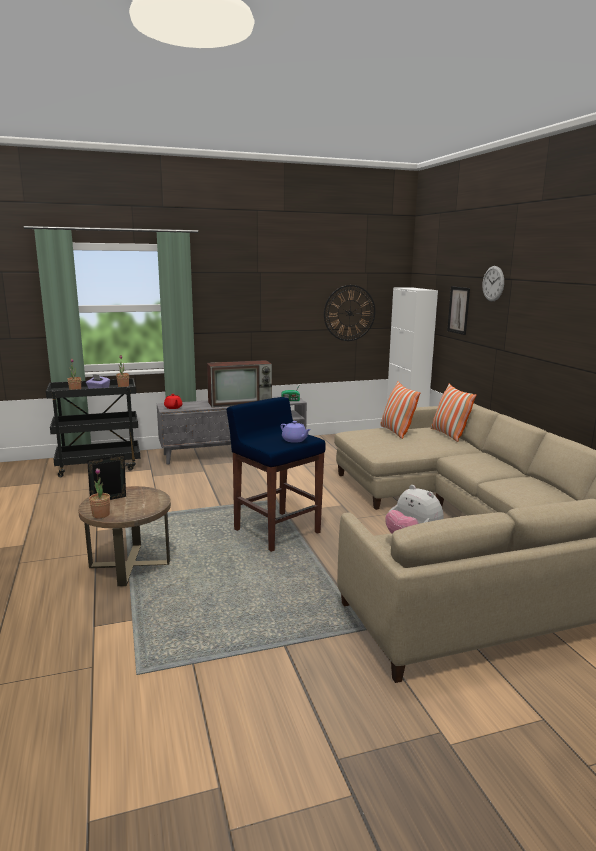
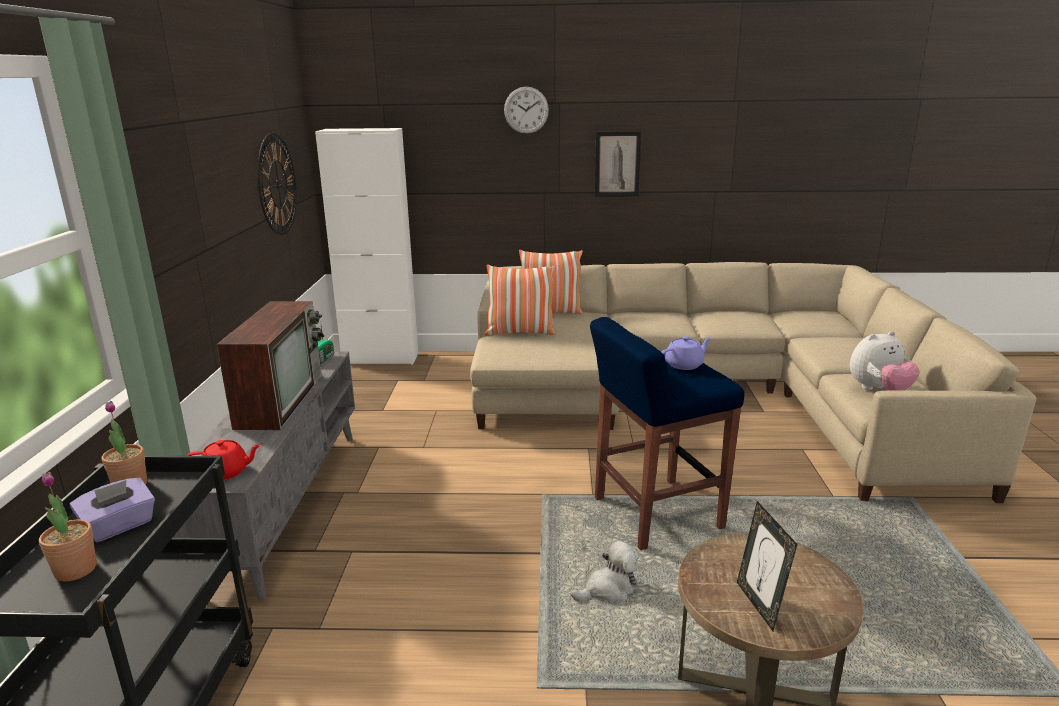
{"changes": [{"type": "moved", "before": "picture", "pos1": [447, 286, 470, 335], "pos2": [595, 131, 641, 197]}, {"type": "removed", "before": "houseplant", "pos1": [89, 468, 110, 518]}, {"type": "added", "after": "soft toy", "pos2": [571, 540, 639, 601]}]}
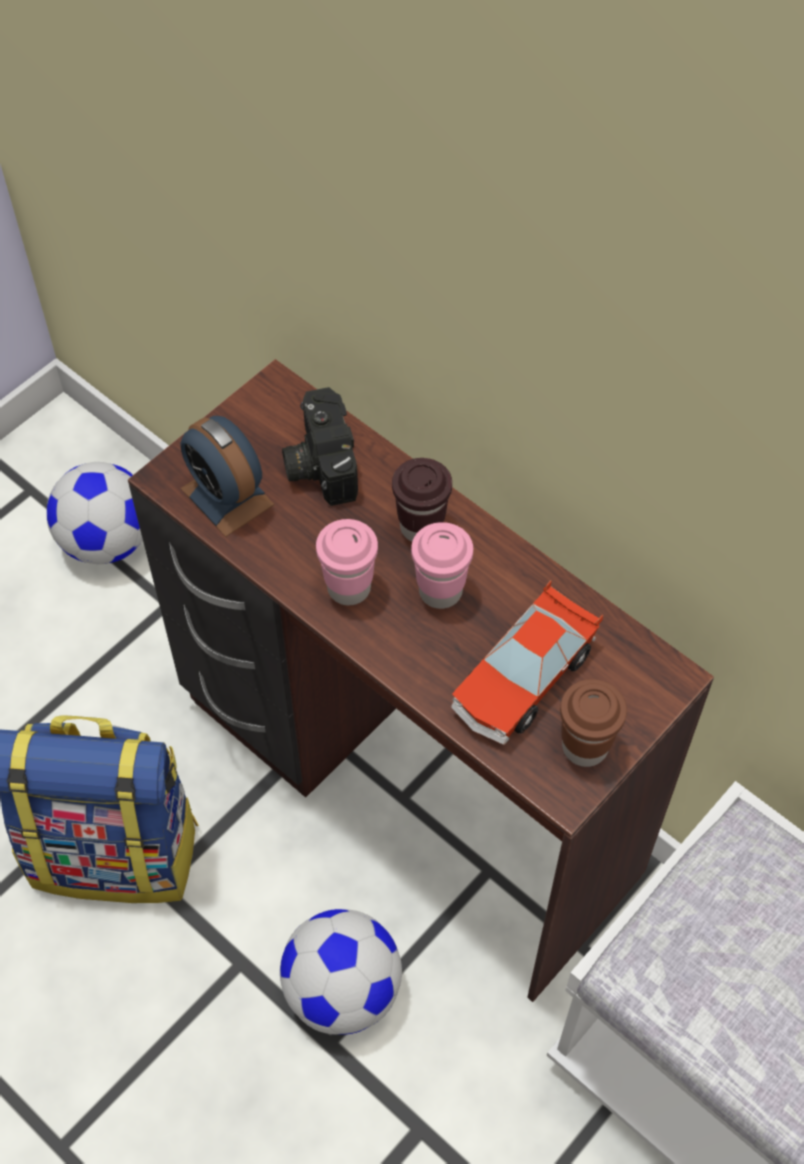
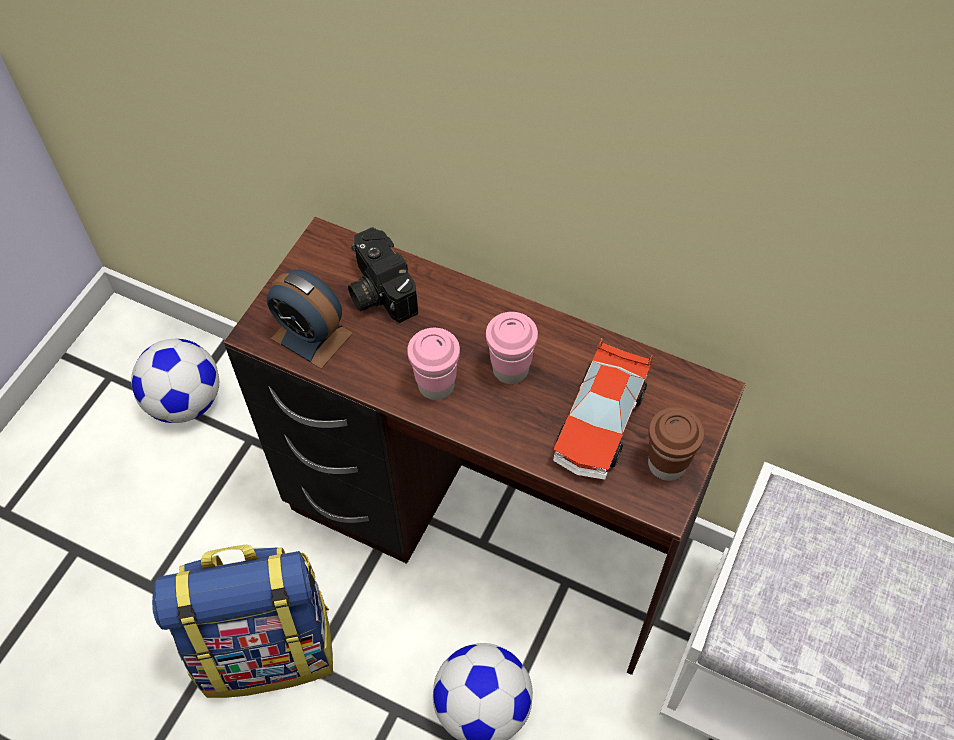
{"changes": [{"type": "removed", "before": "cup in brownish", "pos1": [392, 458, 452, 542]}]}
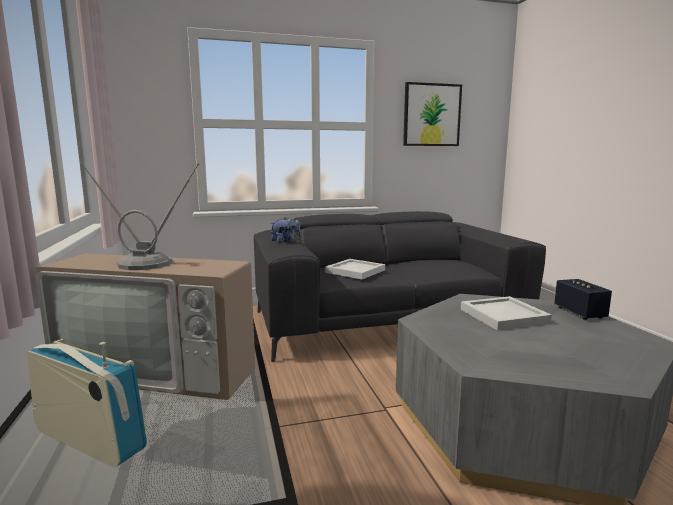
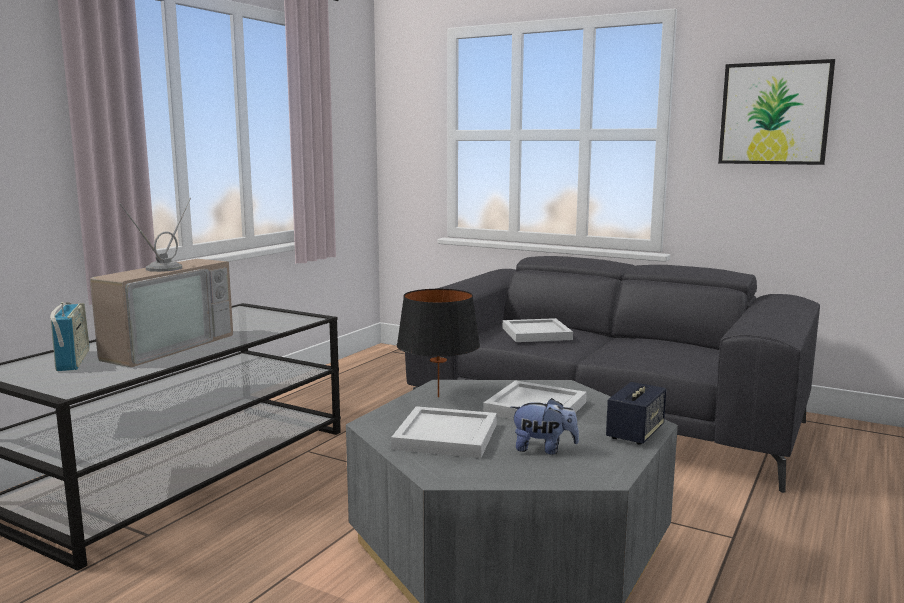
{"changes": [{"type": "turned", "before": "TV", "pos1": [36, 162, 255, 400], "pos2": [90, 198, 233, 367], "turn": -120}, {"type": "moved", "before": "soft toy", "pos1": [270, 217, 301, 243], "pos2": [510, 398, 579, 455]}, {"type": "added", "after": "lamp for a table in blackish", "pos2": [397, 289, 480, 398]}, {"type": "added", "after": "carrying tray in white-coloured", "pos2": [391, 406, 497, 458]}]}
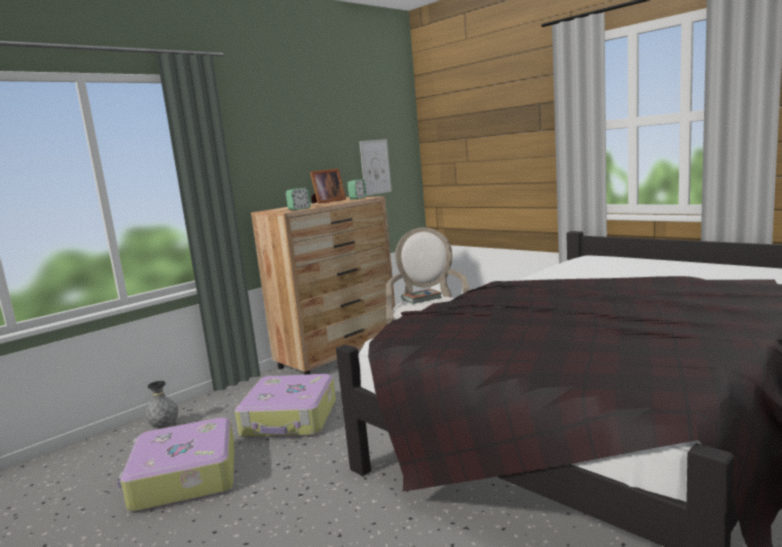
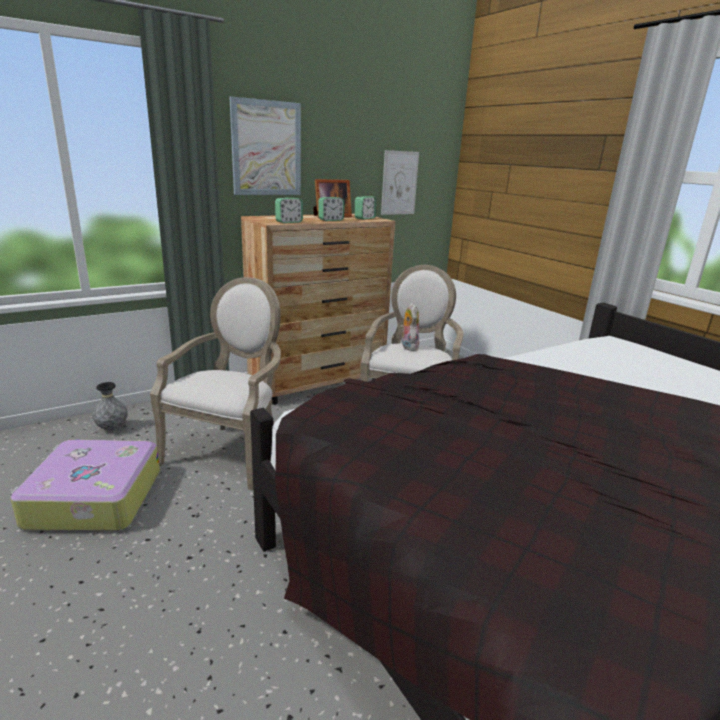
{"changes": [{"type": "replaced", "before": "book", "after": "soft toy", "pos1": [401, 289, 442, 304], "pos2": [400, 303, 419, 351]}, {"type": "replaced", "before": "piece of luggage", "after": "easy chair", "pos1": [235, 374, 336, 438], "pos2": [150, 277, 281, 490]}, {"type": "added", "after": "picture", "pos2": [229, 96, 301, 195]}, {"type": "added", "after": "table clock", "pos2": [319, 197, 345, 221]}]}
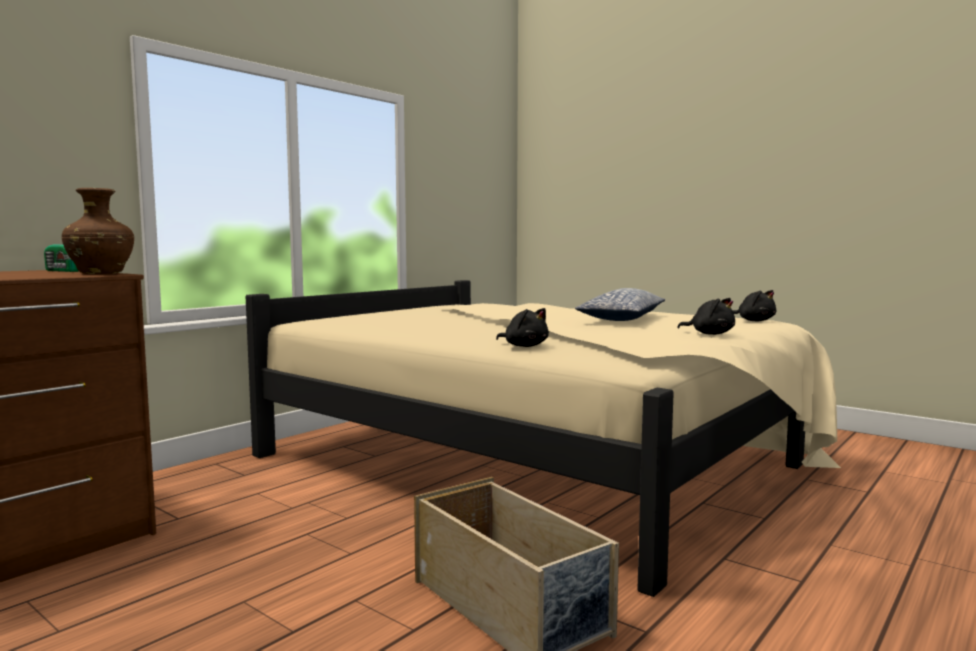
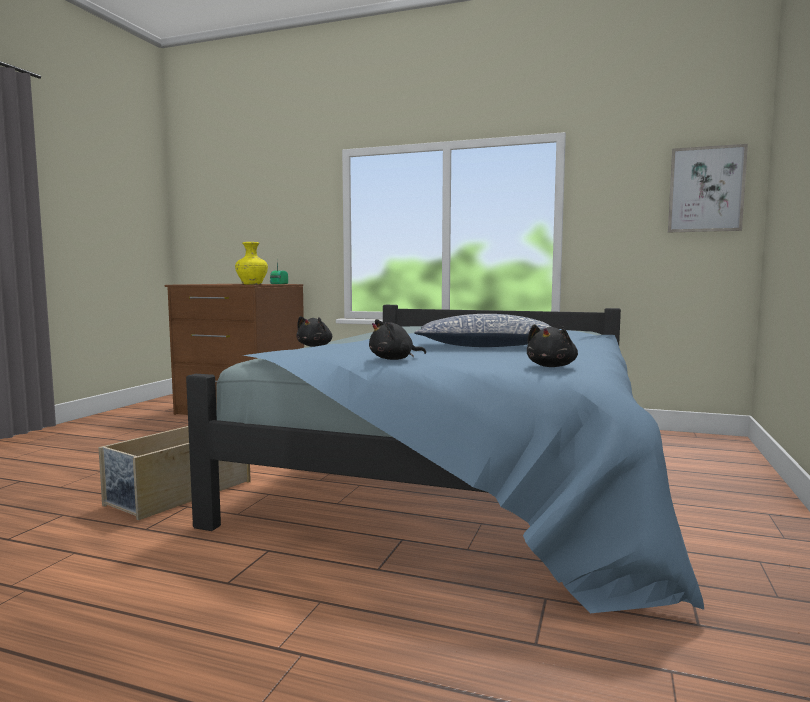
{"changes": [{"type": "recoloured", "before": "decorative vase in brownish", "after": "decorative vase in yellow-coloured", "pos1": [62, 188, 134, 274], "pos2": [235, 242, 268, 285]}, {"type": "recoloured", "before": "sleeping bed in sand-coloured", "after": "sleeping bed in blue-coloured", "pos1": [245, 280, 841, 597], "pos2": [186, 305, 704, 613]}, {"type": "turned", "before": "soft toy in blackish", "pos1": [677, 298, 735, 335], "pos2": [369, 319, 426, 360], "turn": 45}, {"type": "added", "after": "picture", "pos2": [668, 144, 748, 232]}]}
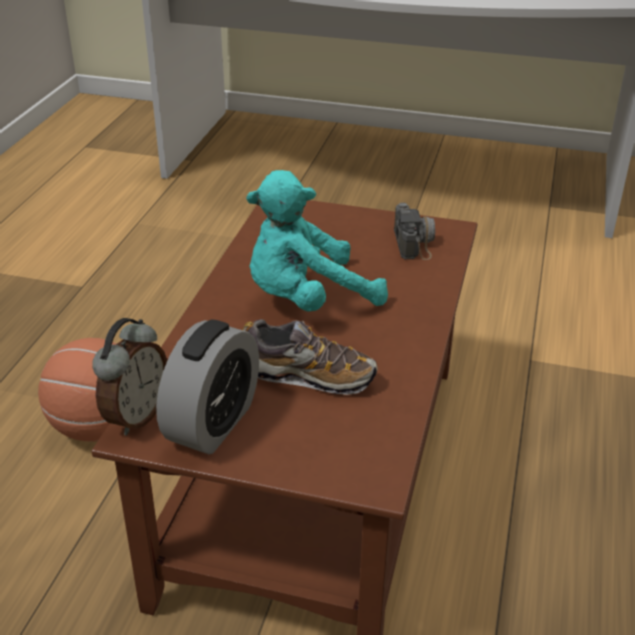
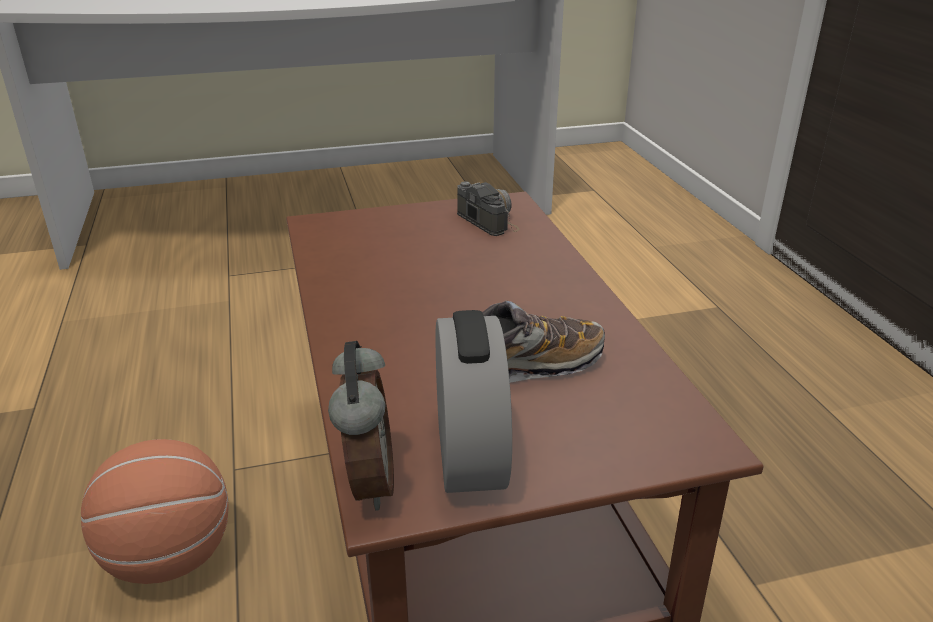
{"changes": [{"type": "removed", "before": "soft toy in turquoise-coloured", "pos1": [246, 170, 388, 312]}]}
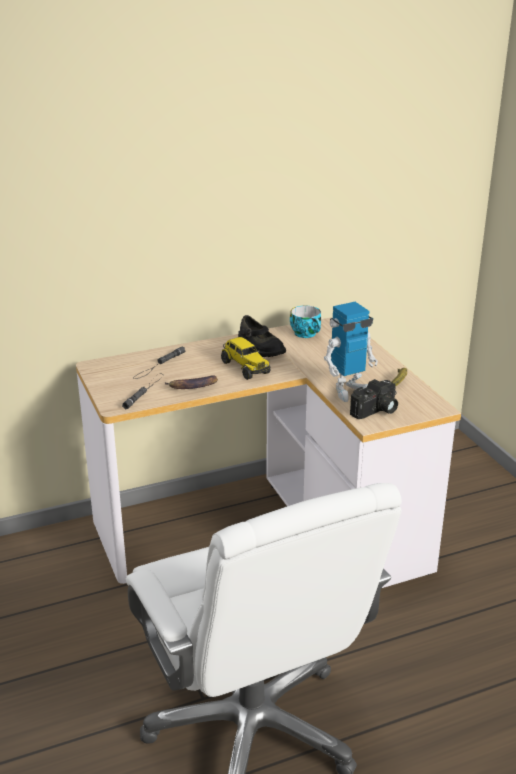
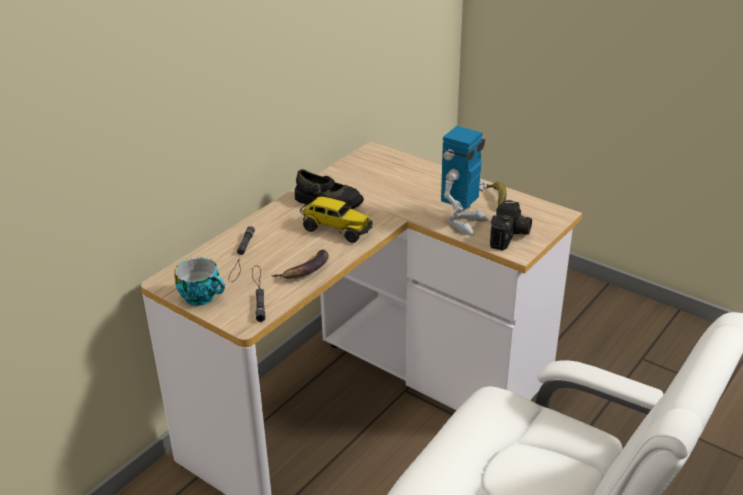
{"changes": [{"type": "moved", "before": "cup", "pos1": [290, 306, 321, 338], "pos2": [174, 258, 225, 306]}]}
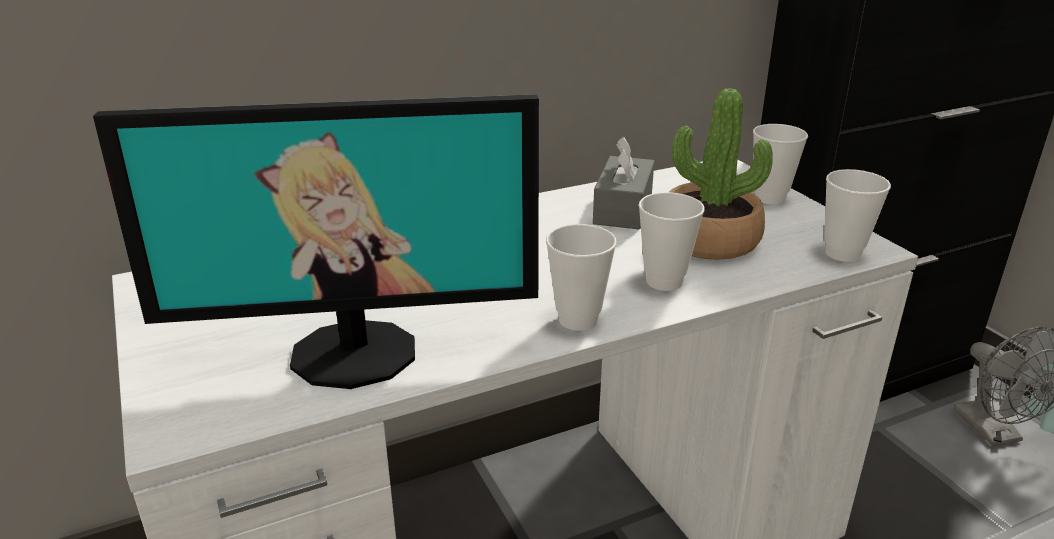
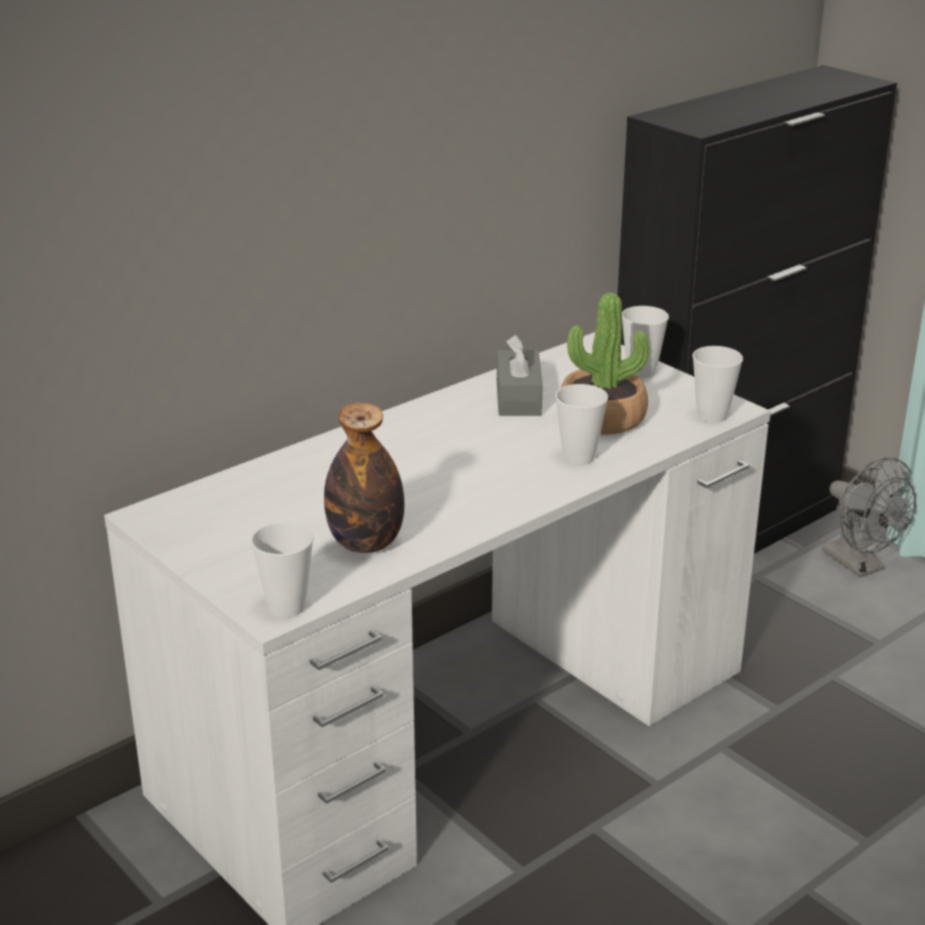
{"changes": [{"type": "replaced", "before": "computer screen", "after": "beverage bottle", "pos1": [93, 94, 539, 389], "pos2": [324, 403, 404, 553]}, {"type": "moved", "before": "cup", "pos1": [546, 224, 617, 331], "pos2": [250, 522, 314, 618]}]}
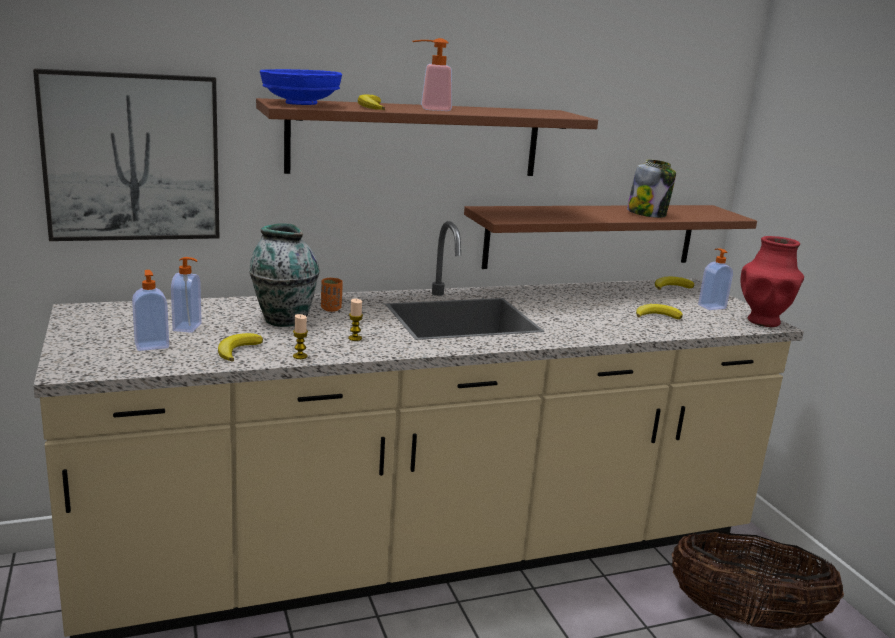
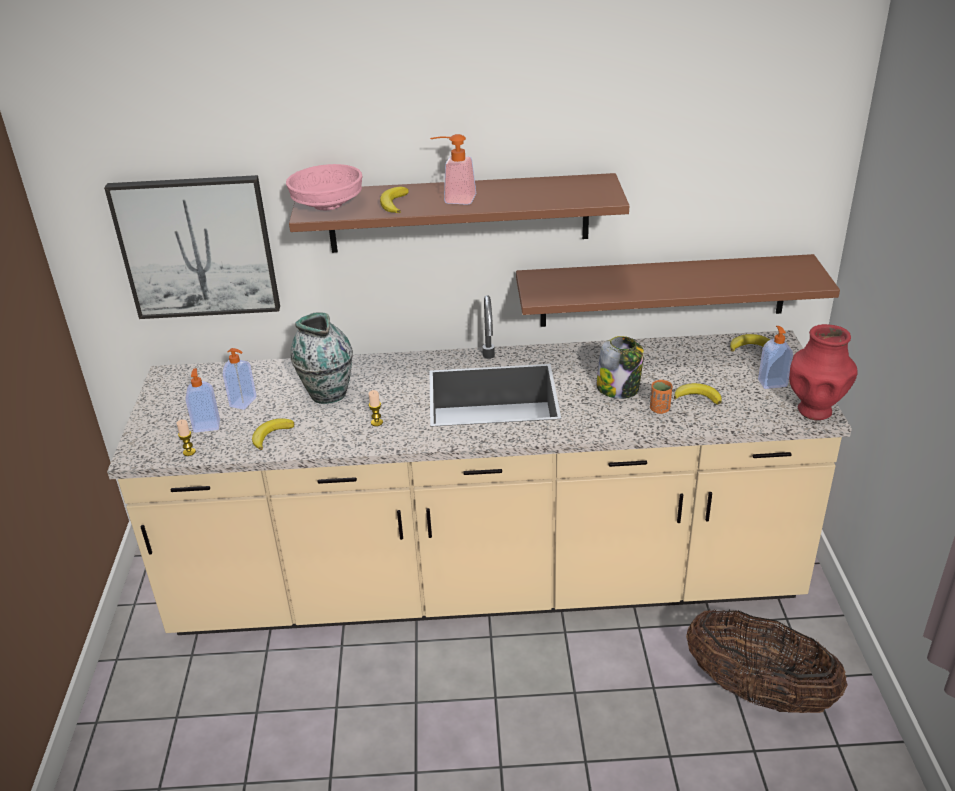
{"changes": [{"type": "recoloured", "before": "bowl in blue-coloured", "after": "bowl in pinkish", "pos1": [260, 69, 342, 105], "pos2": [286, 164, 362, 211]}, {"type": "moved", "before": "preserve jar", "pos1": [627, 160, 676, 218], "pos2": [596, 336, 644, 399]}, {"type": "moved", "before": "cup in orangey", "pos1": [321, 278, 343, 312], "pos2": [650, 380, 672, 414]}, {"type": "moved", "before": "wax light", "pos1": [293, 314, 308, 359], "pos2": [177, 420, 196, 456]}]}
